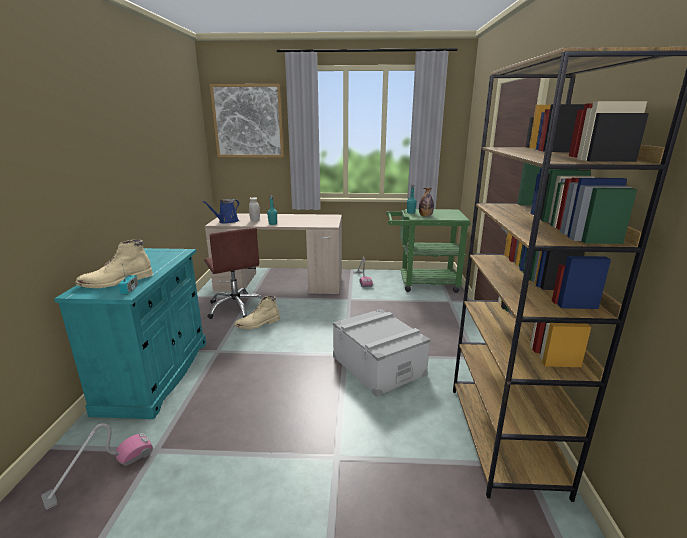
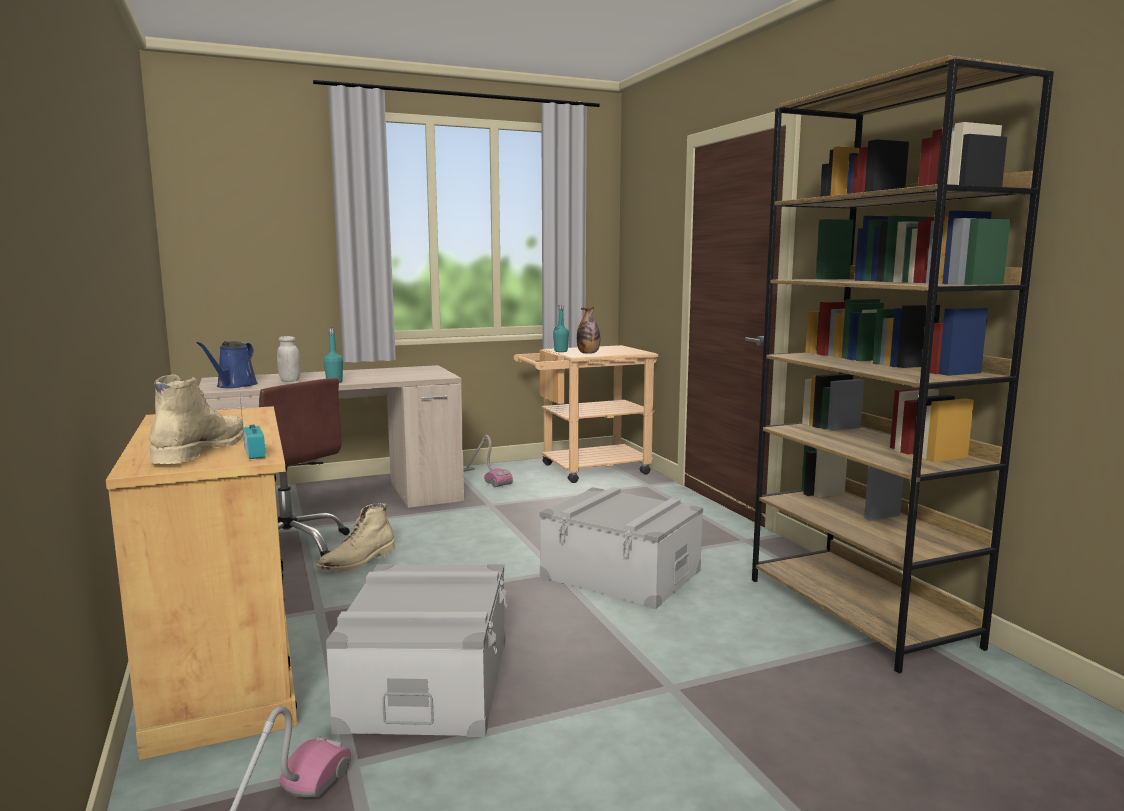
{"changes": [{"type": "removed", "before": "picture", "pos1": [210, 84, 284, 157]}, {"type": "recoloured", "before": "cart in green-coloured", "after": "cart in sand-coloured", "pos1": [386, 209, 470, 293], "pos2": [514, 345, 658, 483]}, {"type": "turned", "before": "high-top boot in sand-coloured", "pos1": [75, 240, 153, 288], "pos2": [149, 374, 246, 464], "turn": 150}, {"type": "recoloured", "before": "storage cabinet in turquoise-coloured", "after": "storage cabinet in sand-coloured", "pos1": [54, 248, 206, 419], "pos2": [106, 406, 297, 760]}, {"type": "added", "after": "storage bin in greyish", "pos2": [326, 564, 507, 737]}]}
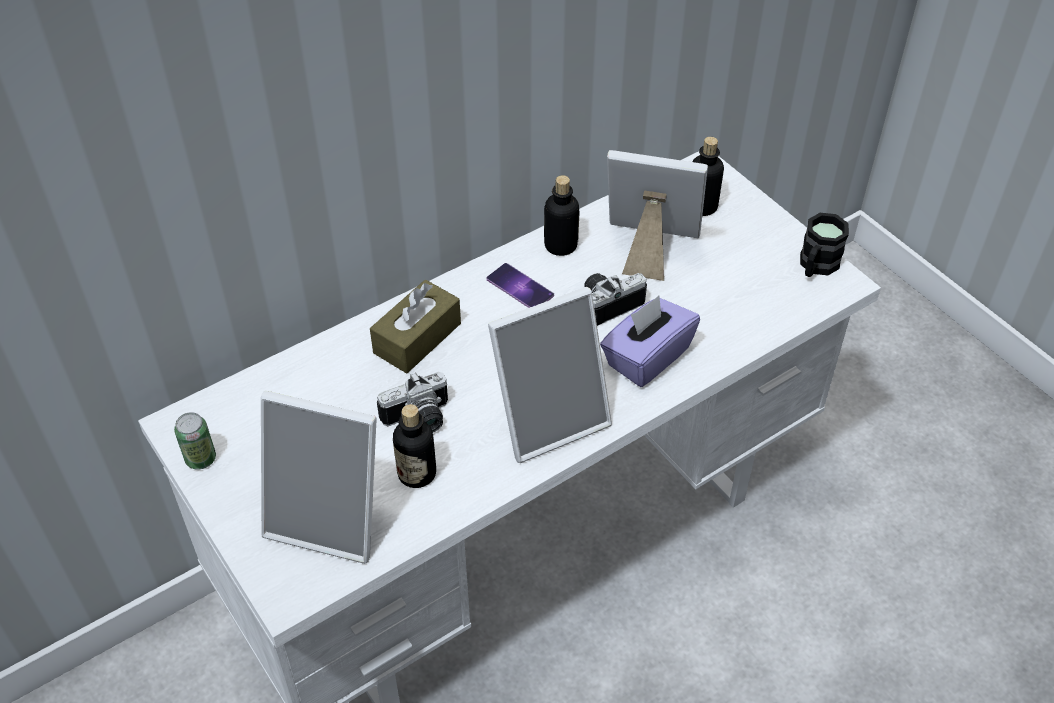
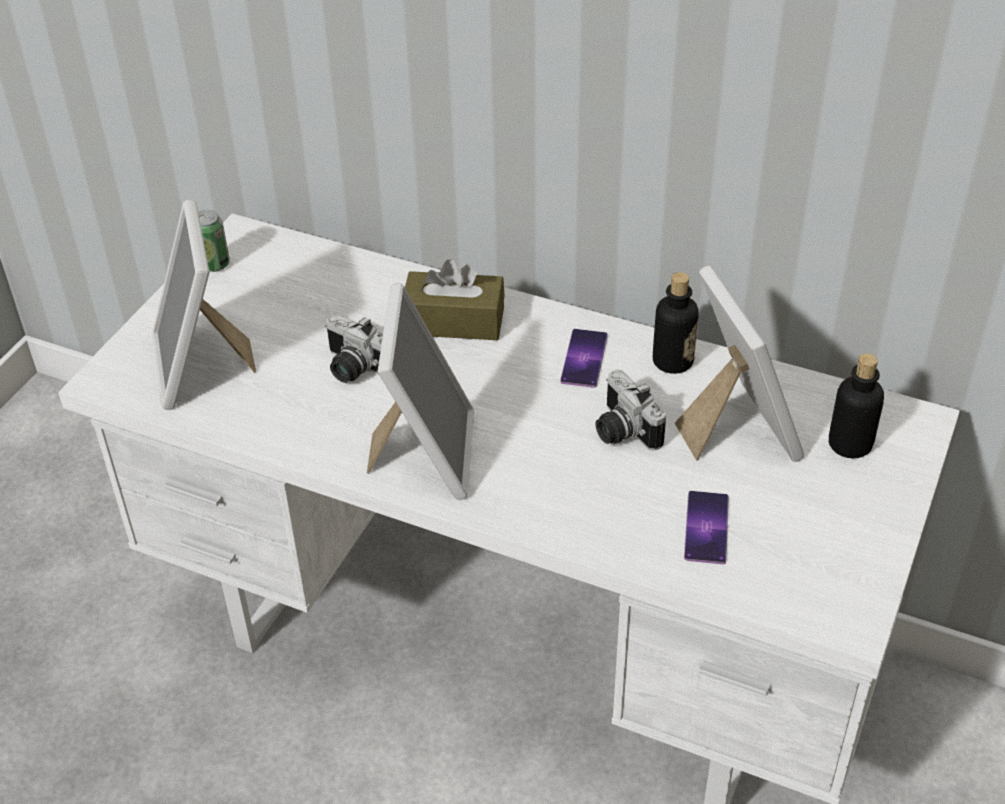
{"changes": [{"type": "removed", "before": "coffee mug in blackish", "pos1": [800, 213, 849, 277]}, {"type": "turned", "before": "photo camera", "pos1": [584, 273, 647, 326], "pos2": [595, 370, 666, 451], "turn": -150}, {"type": "turned", "before": "standing frame", "pos1": [488, 287, 612, 463], "pos2": [367, 283, 474, 500], "turn": -120}, {"type": "removed", "before": "tissue holder in purple", "pos1": [600, 296, 700, 387]}, {"type": "removed", "before": "beverage bottle", "pos1": [393, 404, 436, 488]}, {"type": "added", "after": "telephone", "pos2": [684, 491, 729, 564]}]}
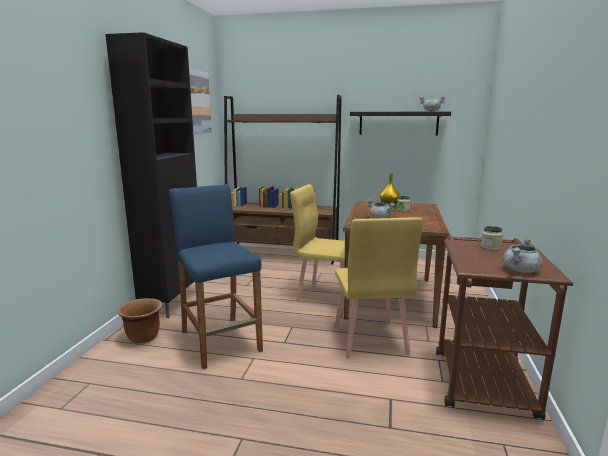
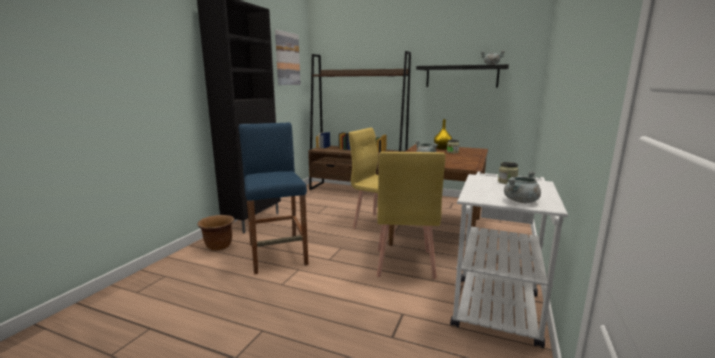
{"changes": [{"type": "recoloured", "before": "cart in brownish", "after": "cart in white-coloured", "pos1": [436, 234, 573, 420], "pos2": [450, 171, 568, 348]}]}
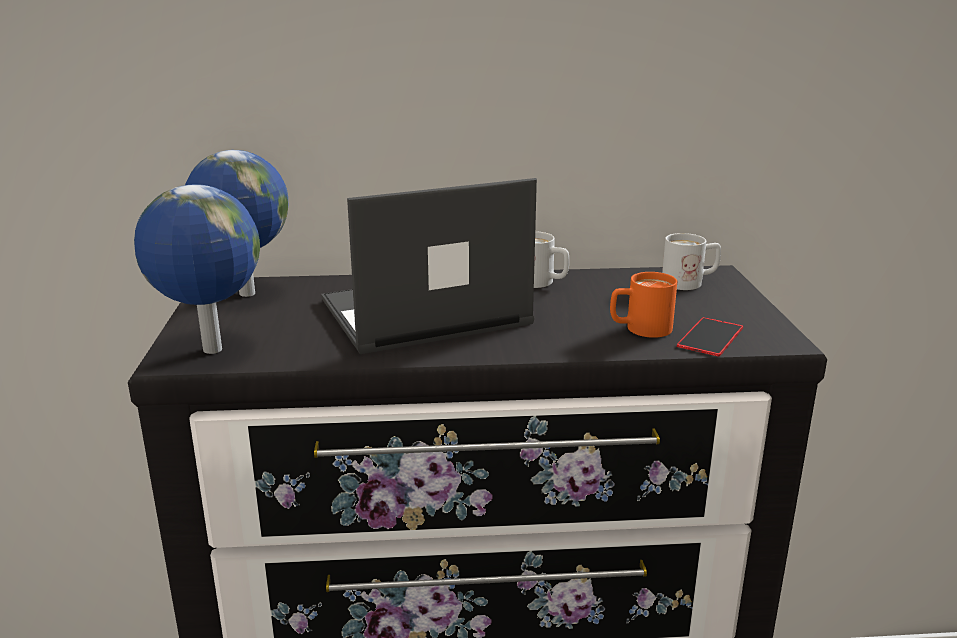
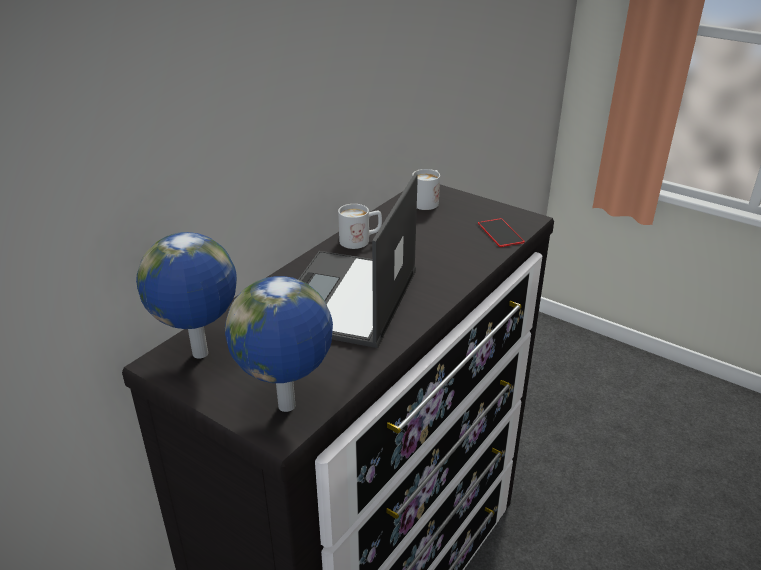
{"changes": [{"type": "removed", "before": "coffee mug in orangey", "pos1": [610, 272, 677, 338]}]}
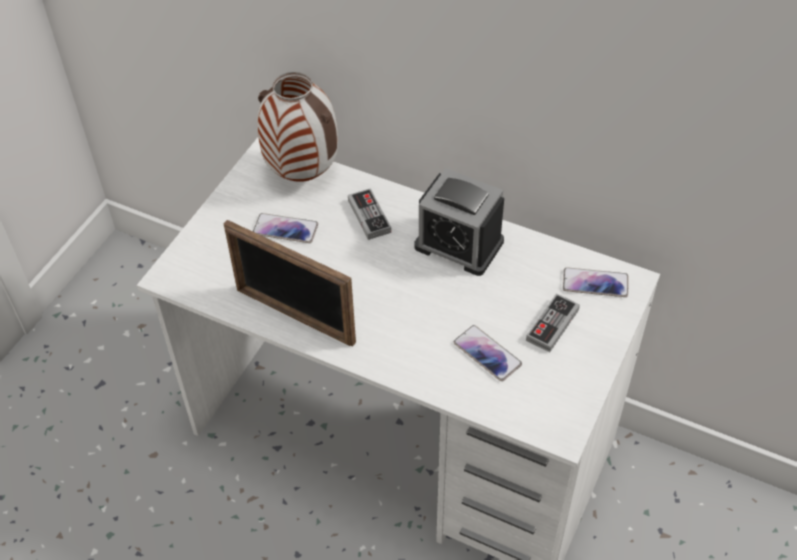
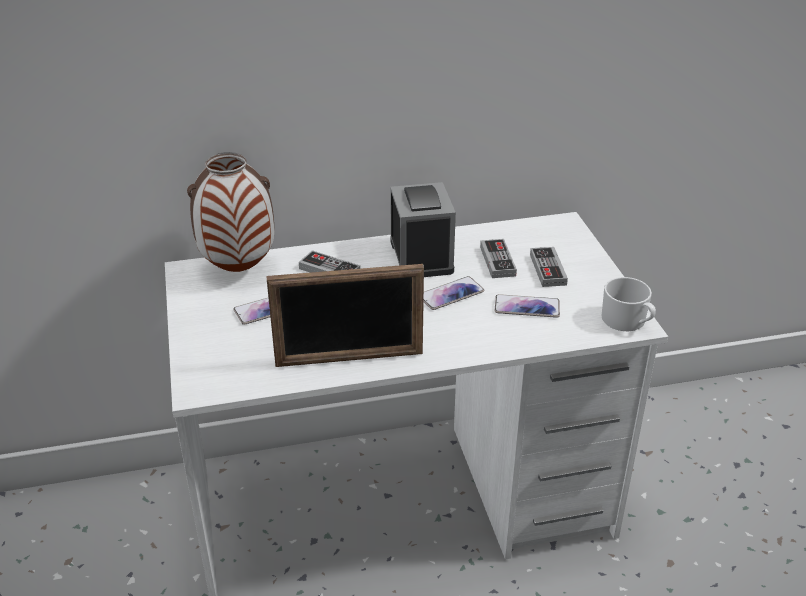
{"changes": [{"type": "turned", "before": "table clock", "pos1": [414, 168, 504, 276], "pos2": [390, 182, 456, 277], "turn": -90}, {"type": "moved", "before": "telephone", "pos1": [563, 267, 629, 297], "pos2": [424, 276, 484, 310]}, {"type": "added", "after": "gamepad", "pos2": [480, 239, 517, 278]}, {"type": "added", "after": "coffee mug in white-coloured", "pos2": [602, 277, 656, 331]}]}
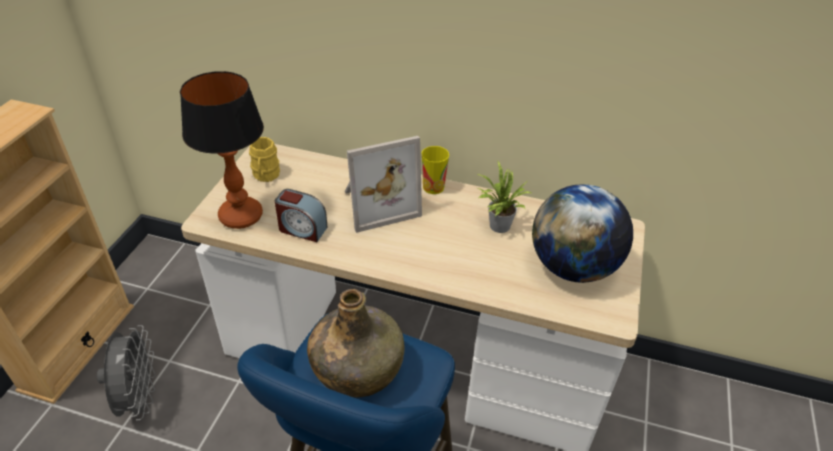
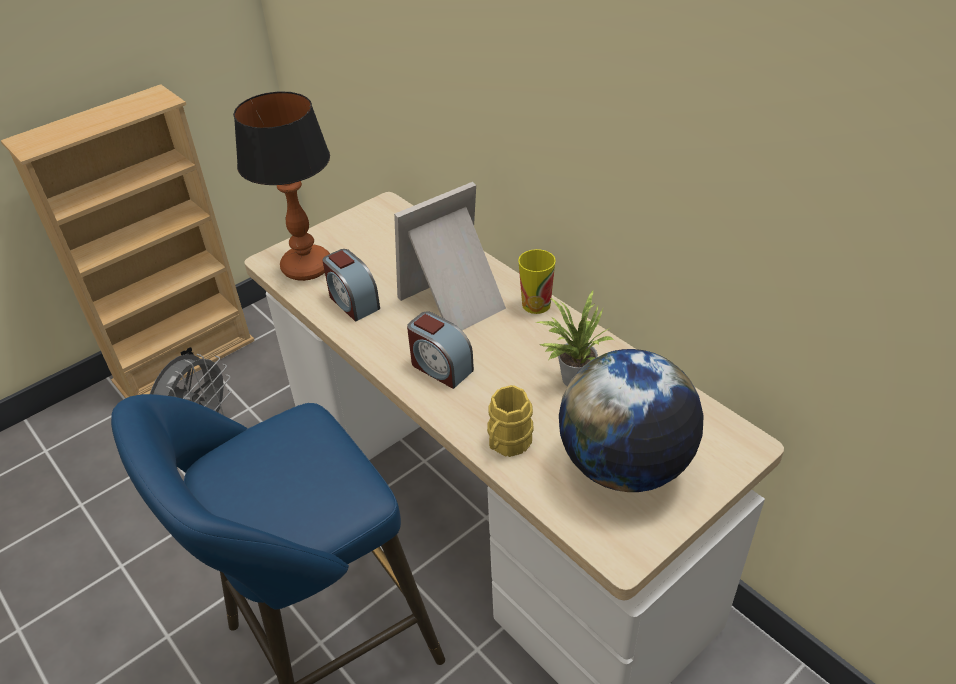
{"changes": [{"type": "turned", "before": "standing frame", "pos1": [345, 136, 422, 233], "pos2": [394, 182, 506, 330], "turn": 135}, {"type": "moved", "before": "coffee mug in yellow-coloured", "pos1": [249, 137, 280, 182], "pos2": [487, 385, 533, 457]}, {"type": "removed", "before": "beverage bottle in green-coloured", "pos1": [307, 289, 405, 397]}, {"type": "added", "after": "table clock", "pos2": [407, 311, 474, 389]}]}
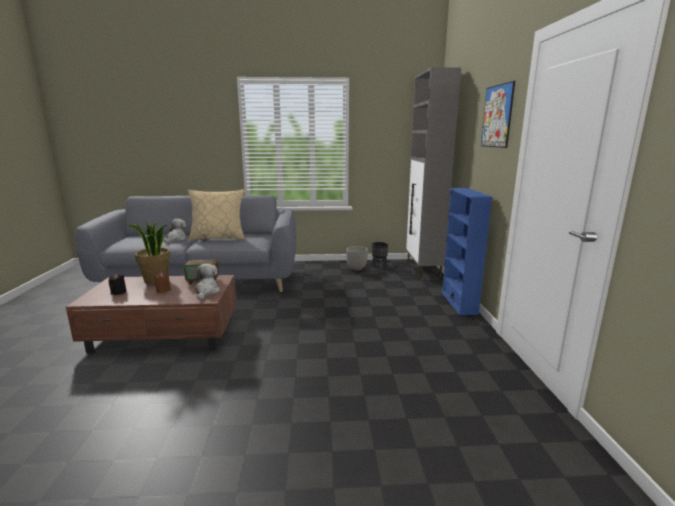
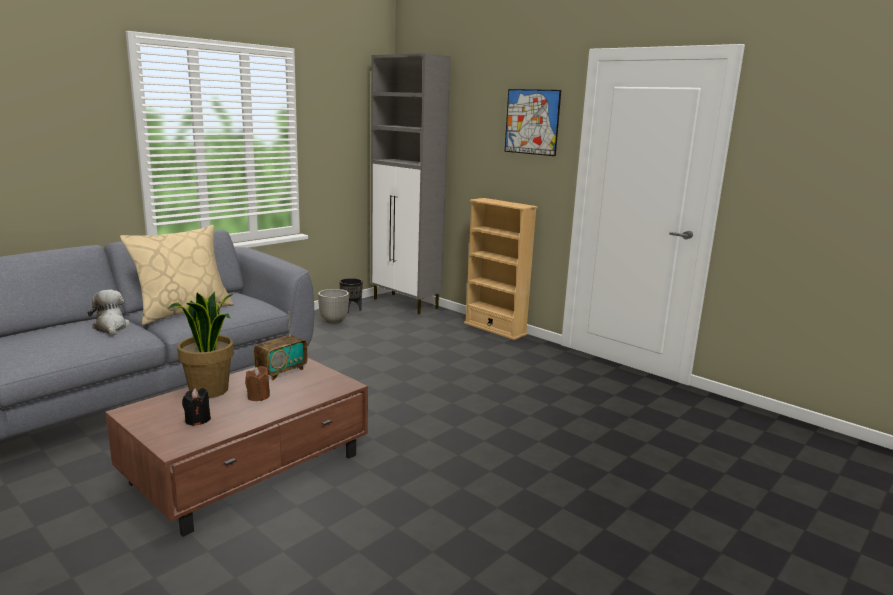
{"changes": [{"type": "recoloured", "before": "bookshelf in blue-coloured", "after": "bookshelf in sand-coloured", "pos1": [441, 188, 493, 315], "pos2": [464, 198, 537, 340]}, {"type": "removed", "before": "soft toy", "pos1": [193, 264, 220, 300]}]}
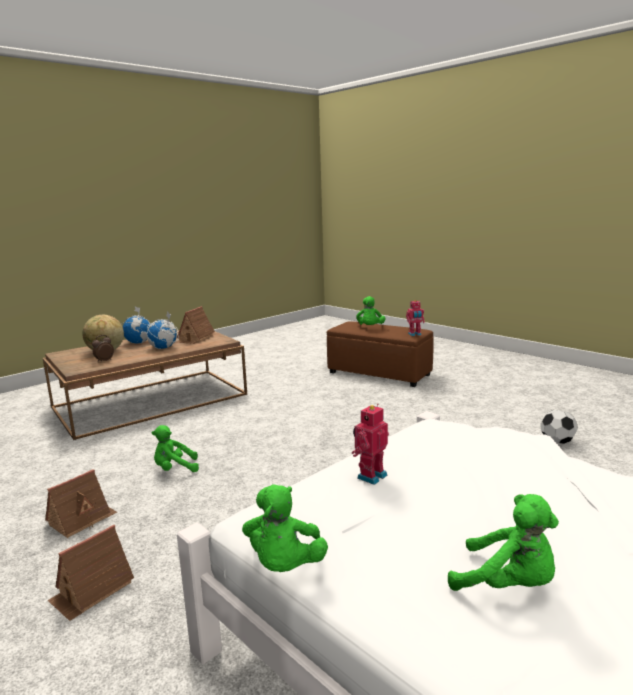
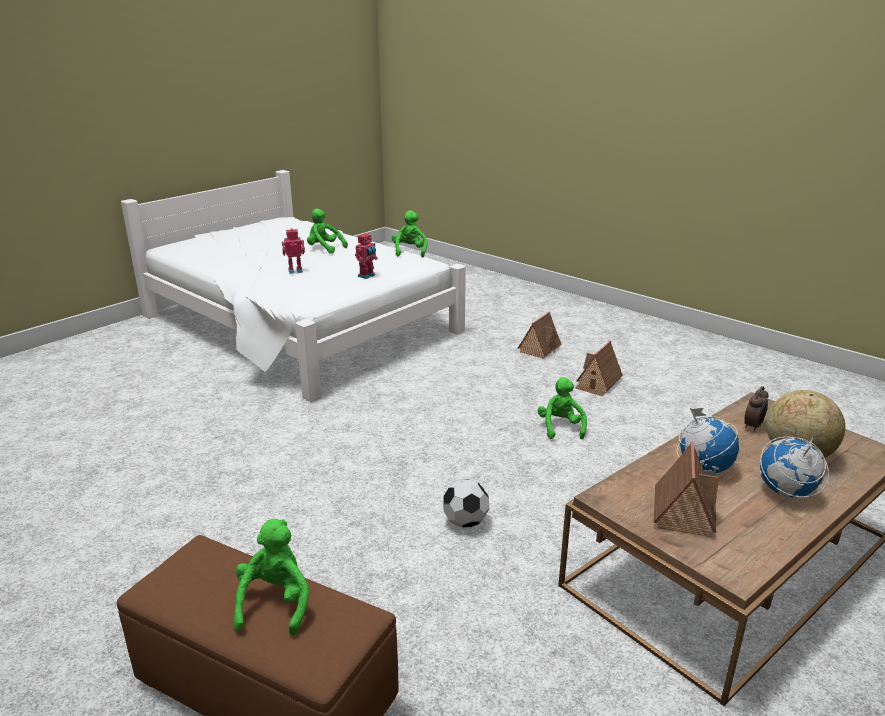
{"changes": [{"type": "moved", "before": "toy robot", "pos1": [406, 300, 425, 336], "pos2": [282, 228, 305, 274]}, {"type": "moved", "before": "ball for football", "pos1": [540, 410, 578, 444], "pos2": [443, 480, 489, 528]}, {"type": "turned", "before": "soft toy in green-coloured", "pos1": [151, 425, 199, 472], "pos2": [538, 377, 587, 439], "turn": -75}]}
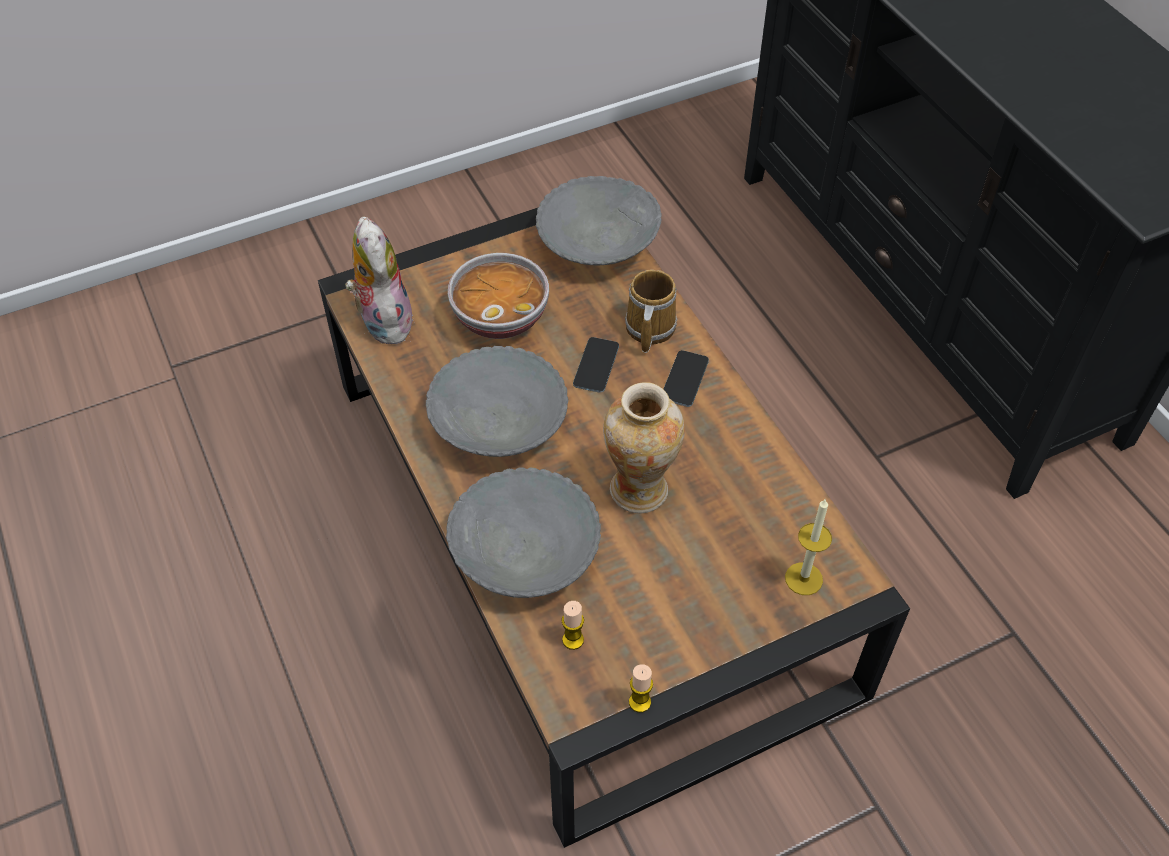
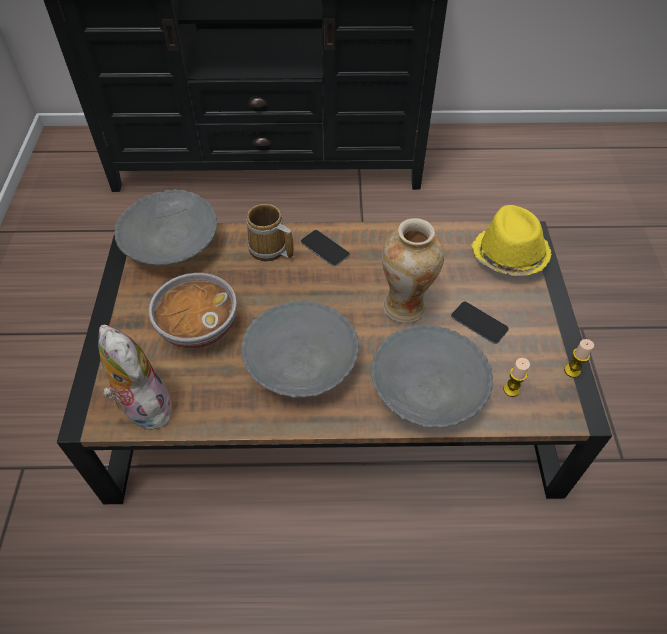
{"changes": [{"type": "turned", "before": "soft toy", "pos1": [345, 217, 413, 344], "pos2": [98, 325, 172, 430], "turn": 45}, {"type": "moved", "before": "telephone", "pos1": [573, 337, 619, 393], "pos2": [451, 302, 509, 344]}, {"type": "replaced", "before": "wax light", "after": "hat in yellow-coloured", "pos1": [785, 498, 832, 595], "pos2": [471, 205, 551, 276]}]}
